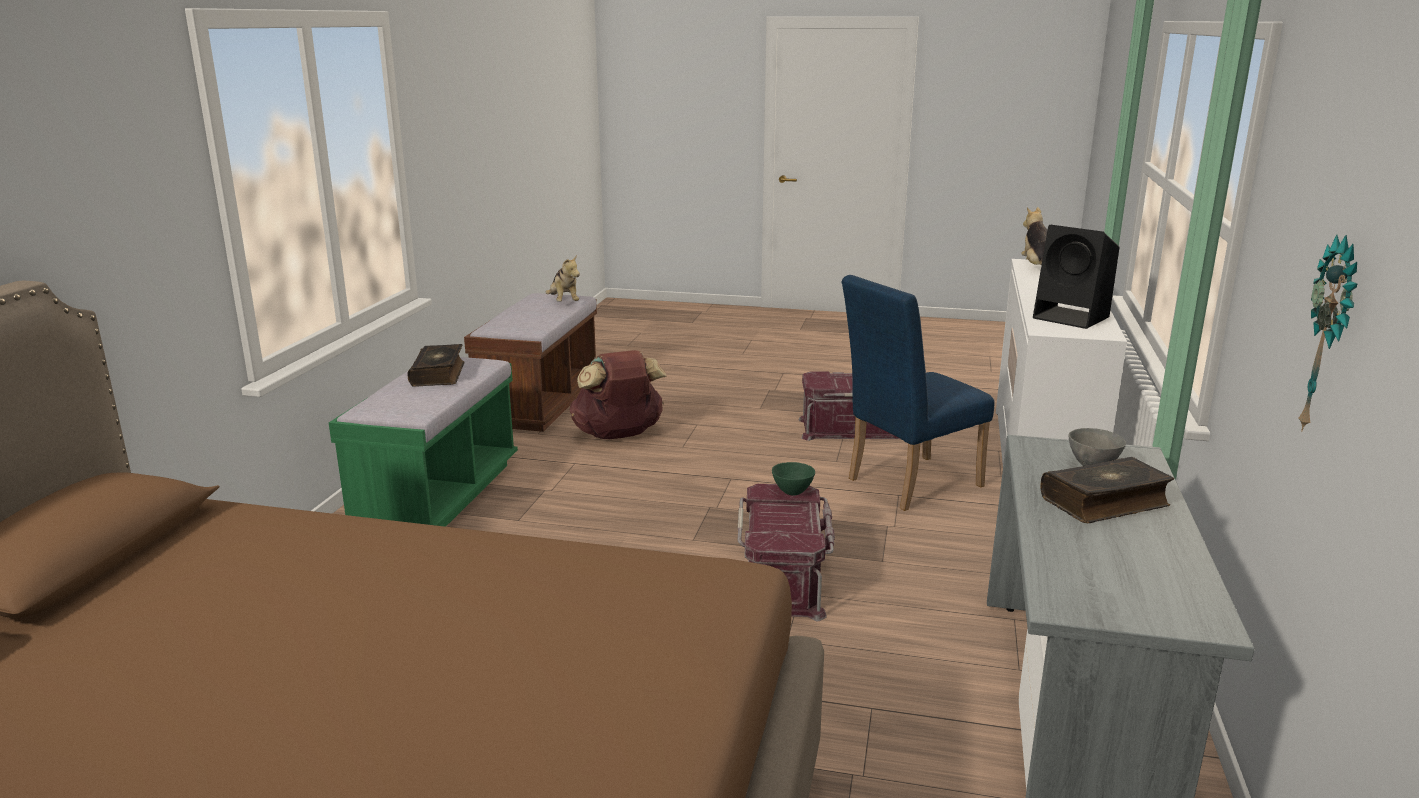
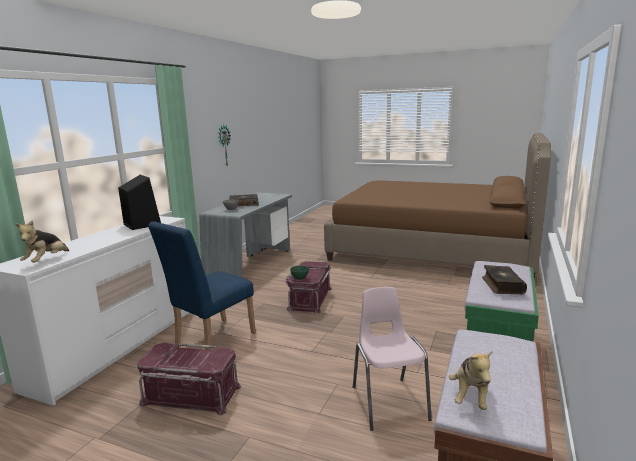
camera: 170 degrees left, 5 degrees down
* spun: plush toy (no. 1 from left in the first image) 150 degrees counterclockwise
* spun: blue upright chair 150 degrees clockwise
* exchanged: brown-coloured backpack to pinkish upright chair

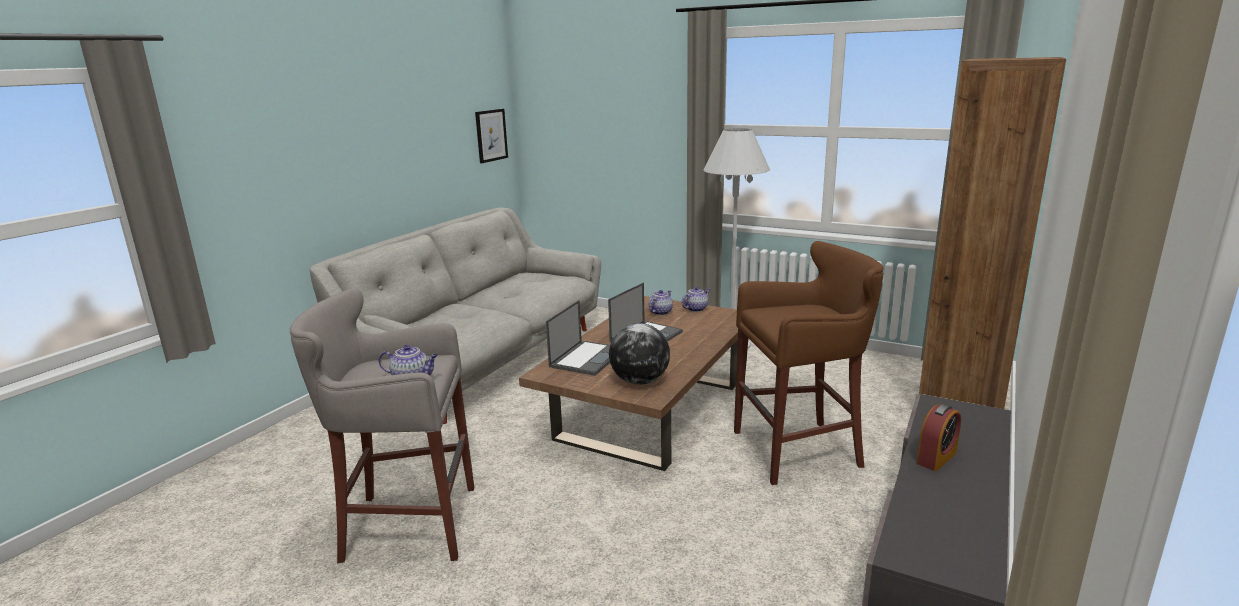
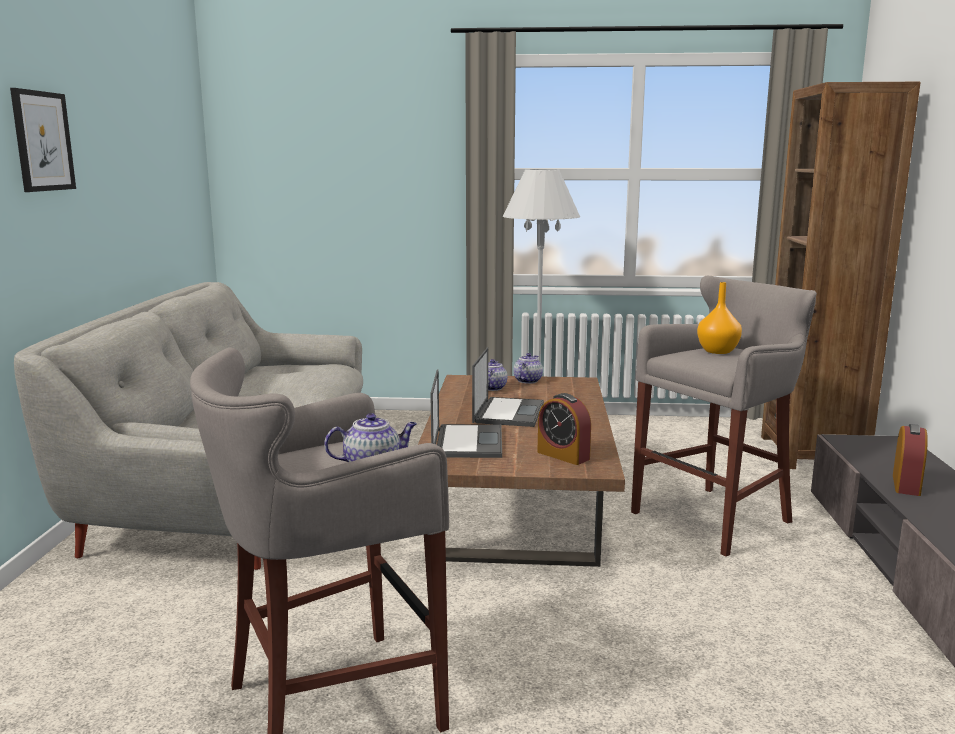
camera: 25 degrees left, 5 degrees down
* relocated: wall picture
* colour: brown-coloured sitting stool to grey sitting stool (no. 2 from left)
* exchanged: desk globe to table clock (no. 1 from left)
* appeared: orange flower vase

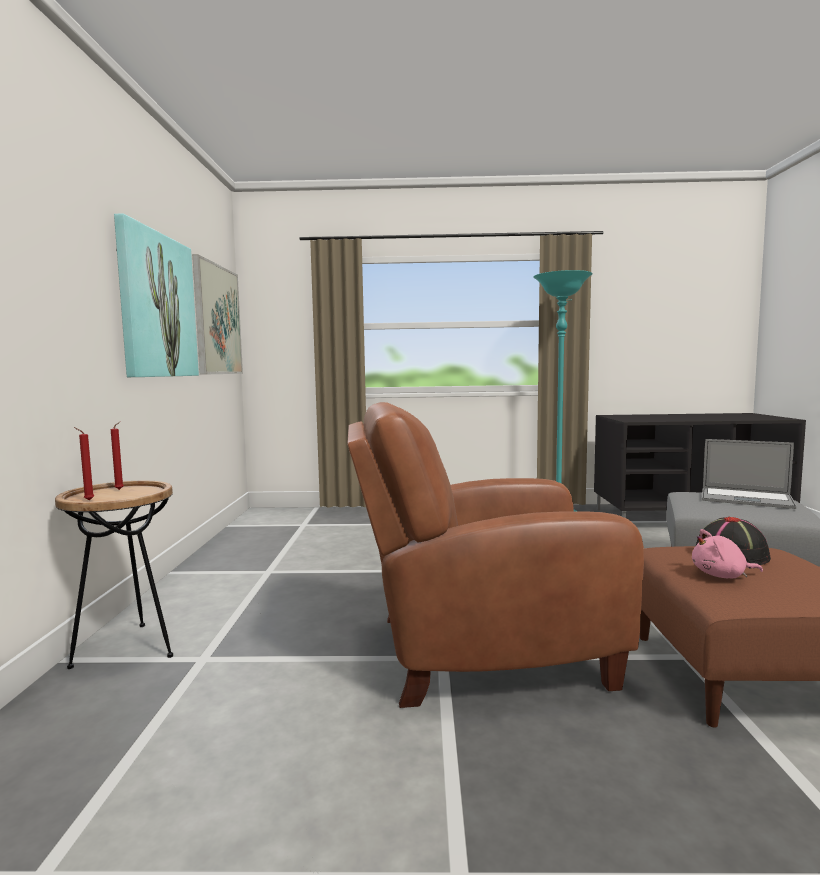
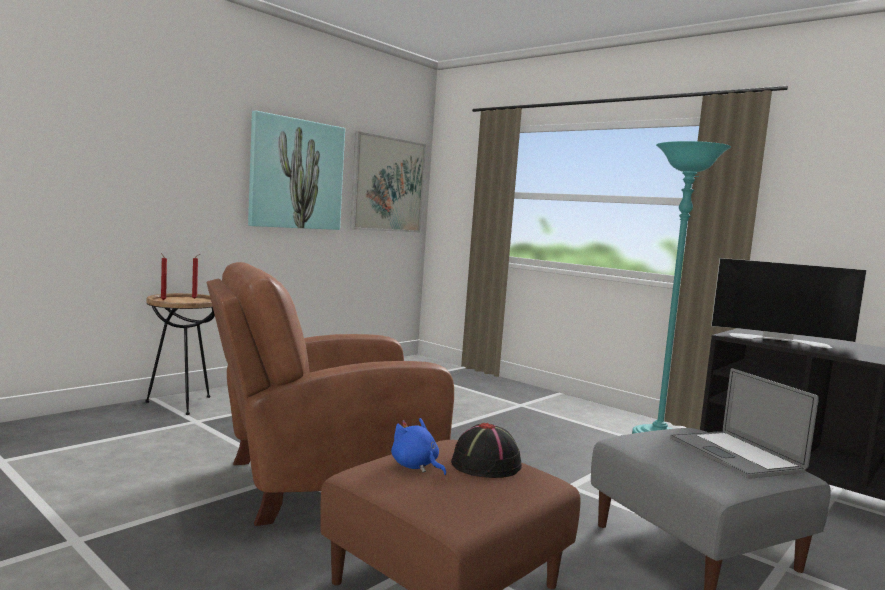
camera: 40 degrees right, 0 degrees up
* spun: brown-coloured armchair 60 degrees counterclockwise
* colour: pinkish plush toy to blue plush toy
* appeared: television

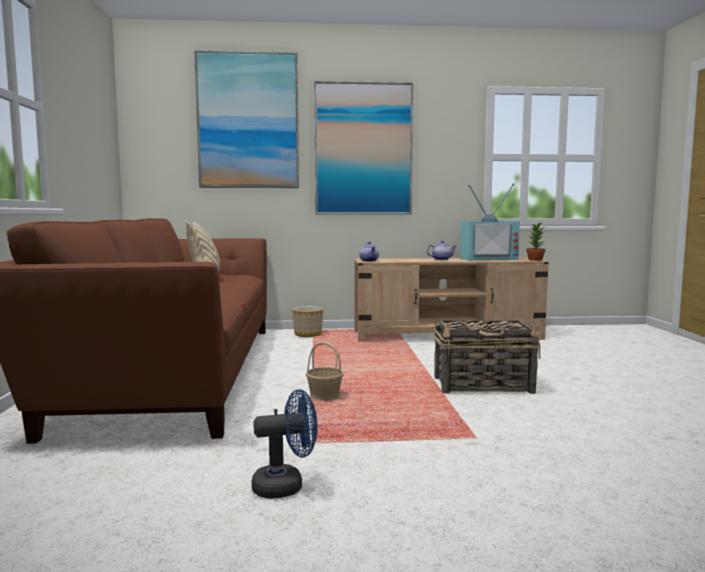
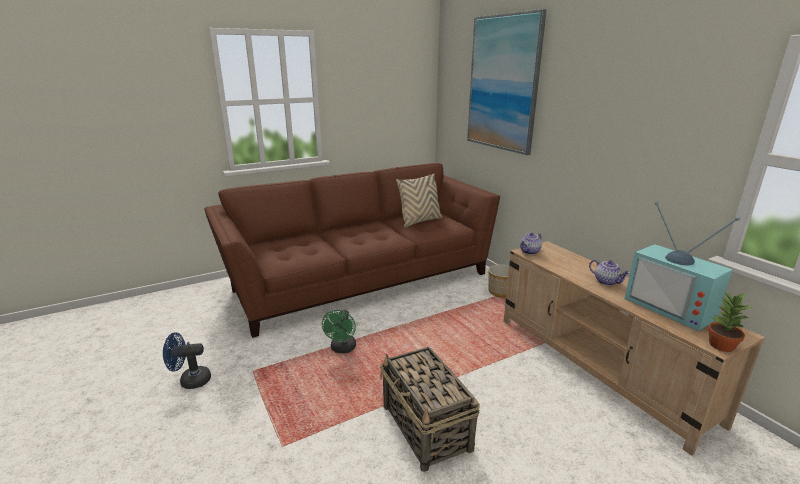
camera: 65 degrees right, 15 degrees up
* missing: wall picture (no. 2 from left)
* exchanged: basket (no. 1 from left) to green-coloured fan
* spun: blue fan 120 degrees clockwise

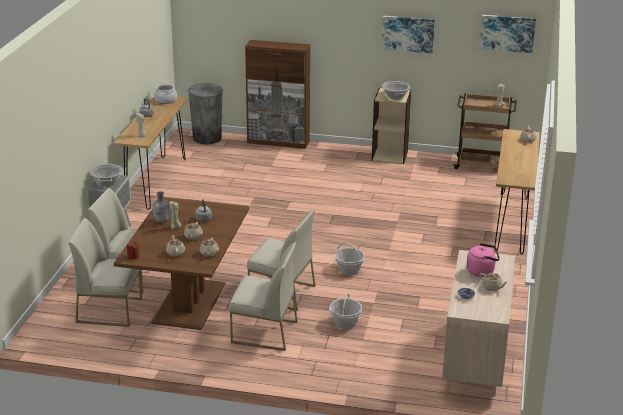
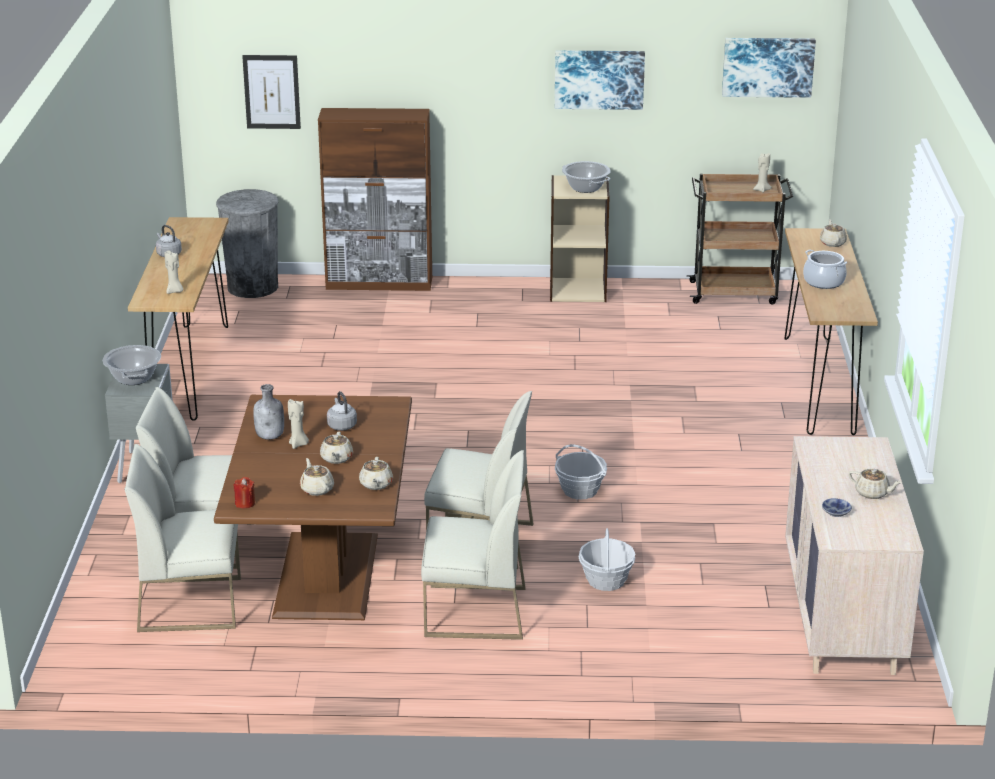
camera: 10 degrees left, 0 degrees up
* relocated: cooking pot (no. 2 from left in the first image) to cooking pot (no. 3 from left)
* missing: pinkish kettle
* appeared: wall picture (no. 1 from left)

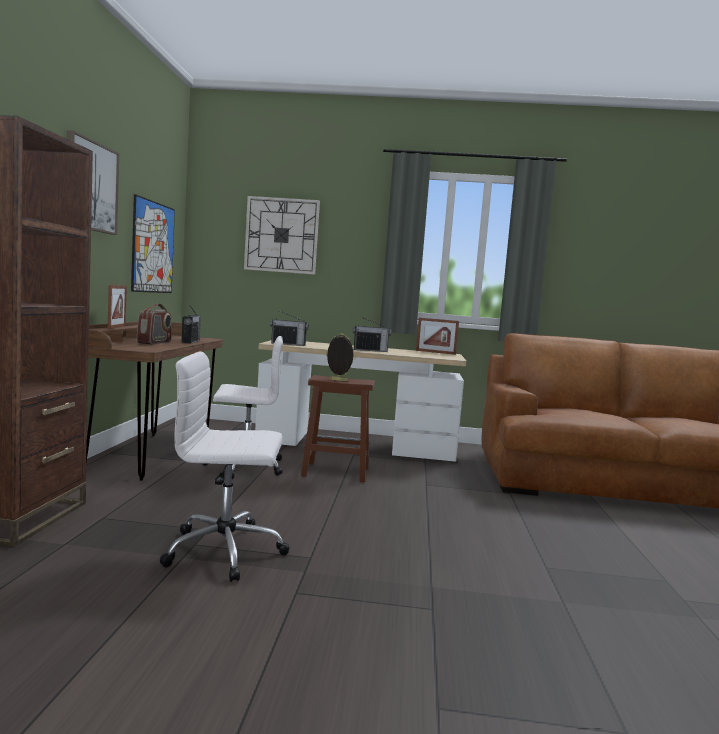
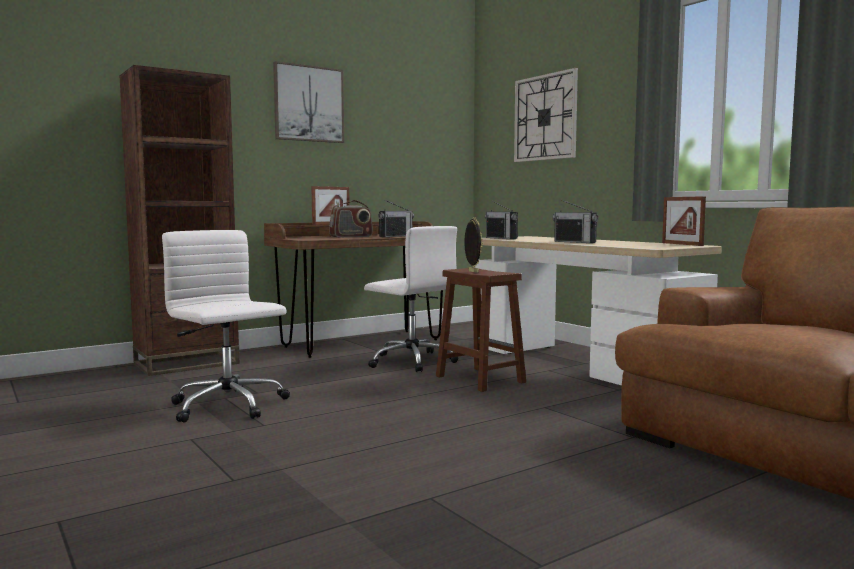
camera: 50 degrees right, 0 degrees up
* missing: wall picture (no. 2 from left)

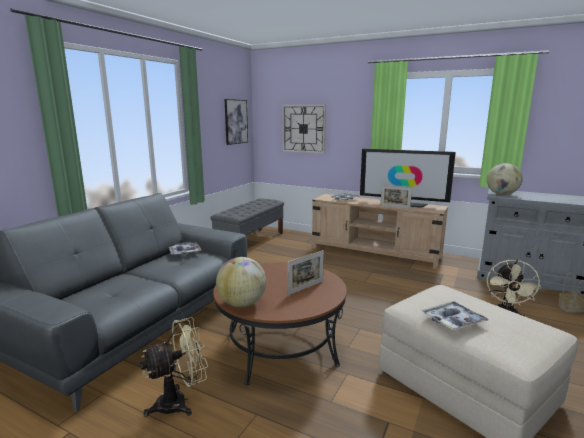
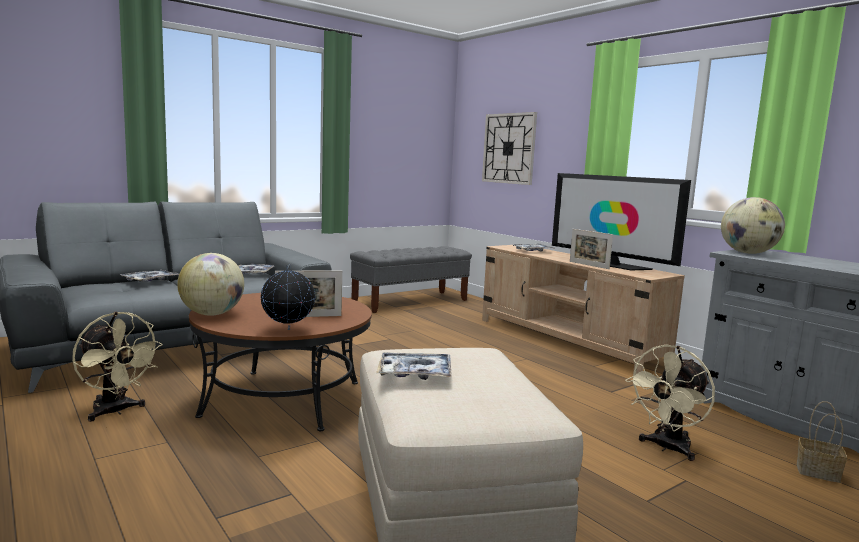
camera: 25 degrees right, 5 degrees down
* missing: wall picture
* spun: beige-coloured fan (no. 1 from left) 45 degrees clockwise
* appeared: desk globe (no. 2 from left)
* appeared: tray (no. 1 from left)

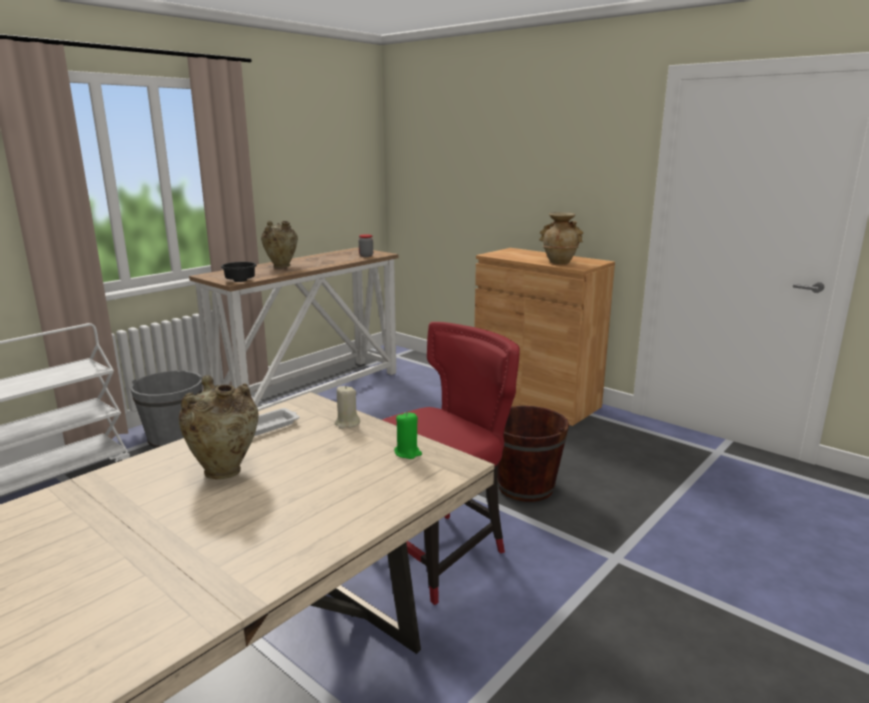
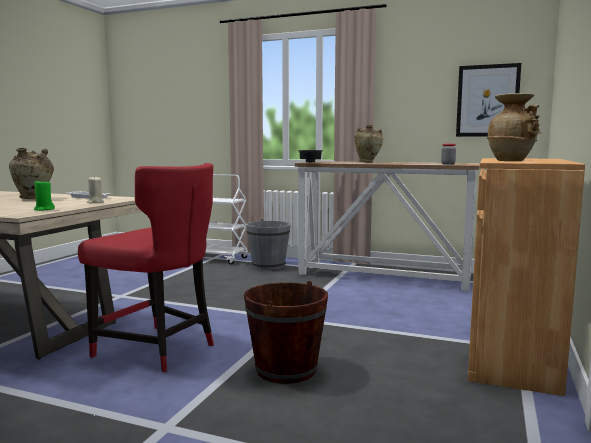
camera: 70 degrees right, 10 degrees down
* appeared: wall picture

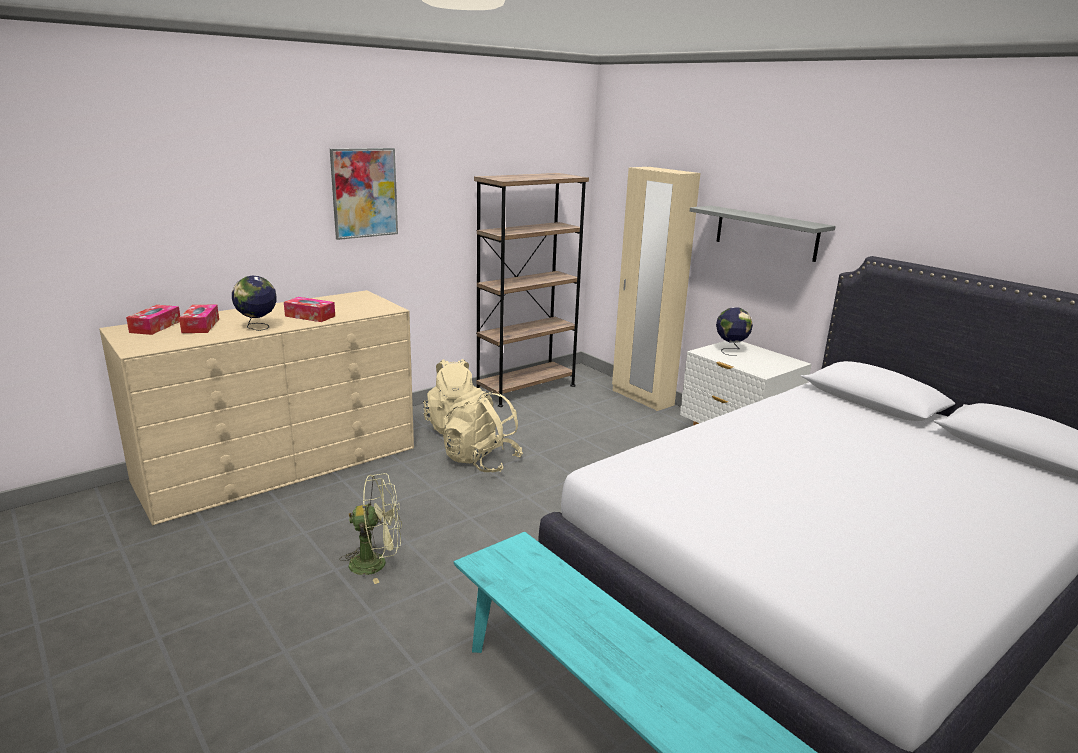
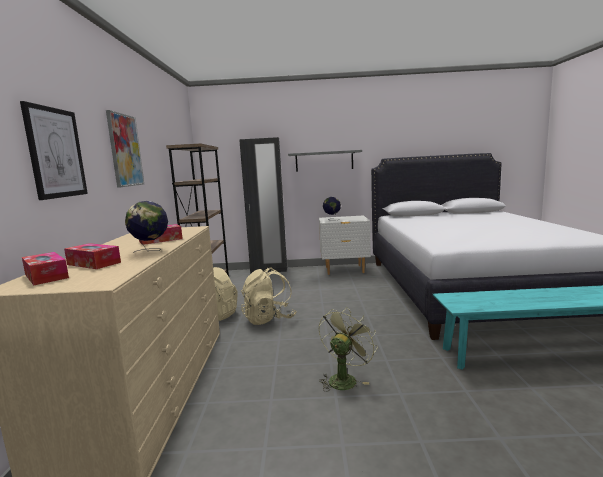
camera: 50 degrees left, 10 degrees down
* colour: beige-coloured armoire to black-coloured armoire
* appeared: wall picture (no. 1 from left)

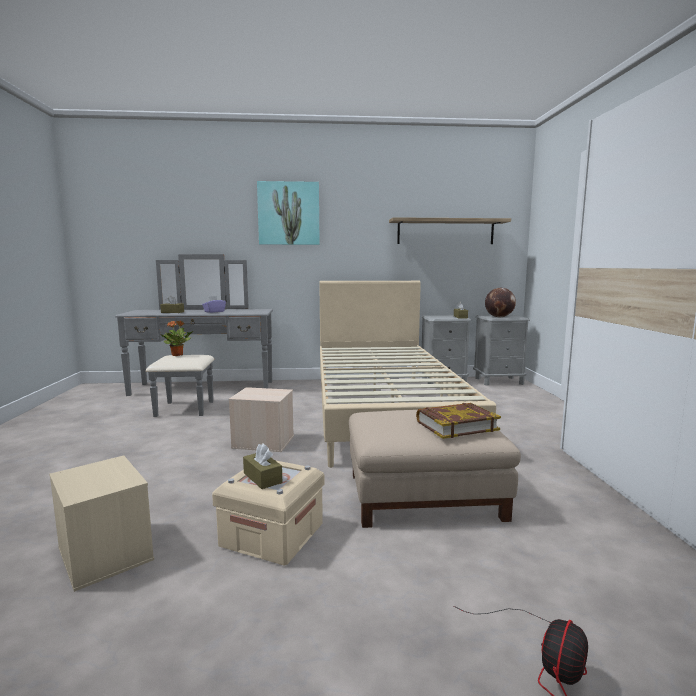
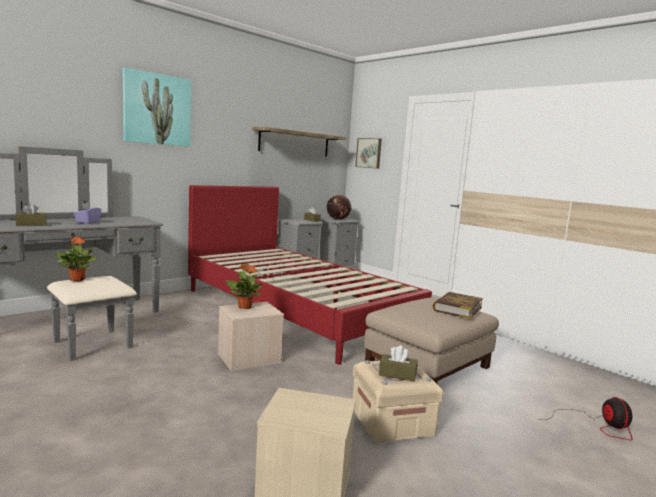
camera: 40 degrees left, 0 degrees up
* colour: beige-coloured bed to reddish bed
* appeared: wall picture (no. 2 from left)
* appeared: potted plant (no. 2 from left)

